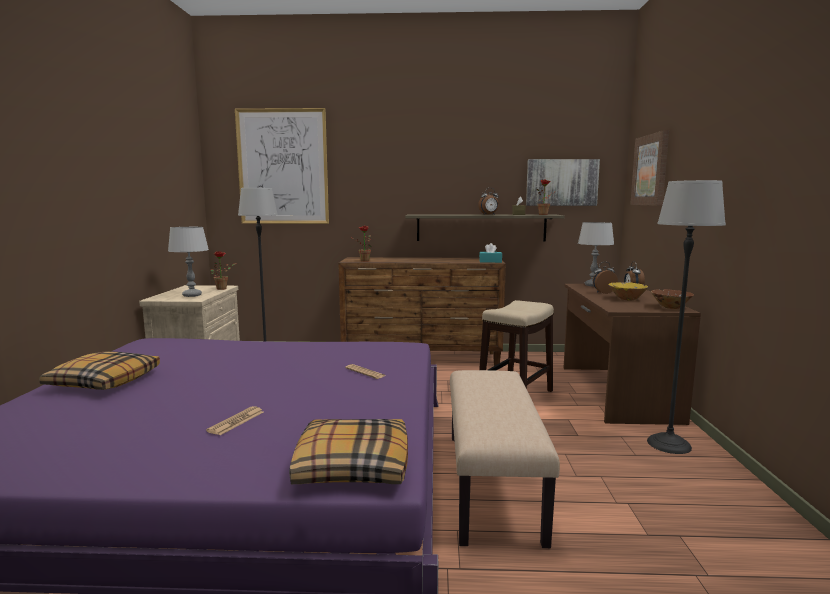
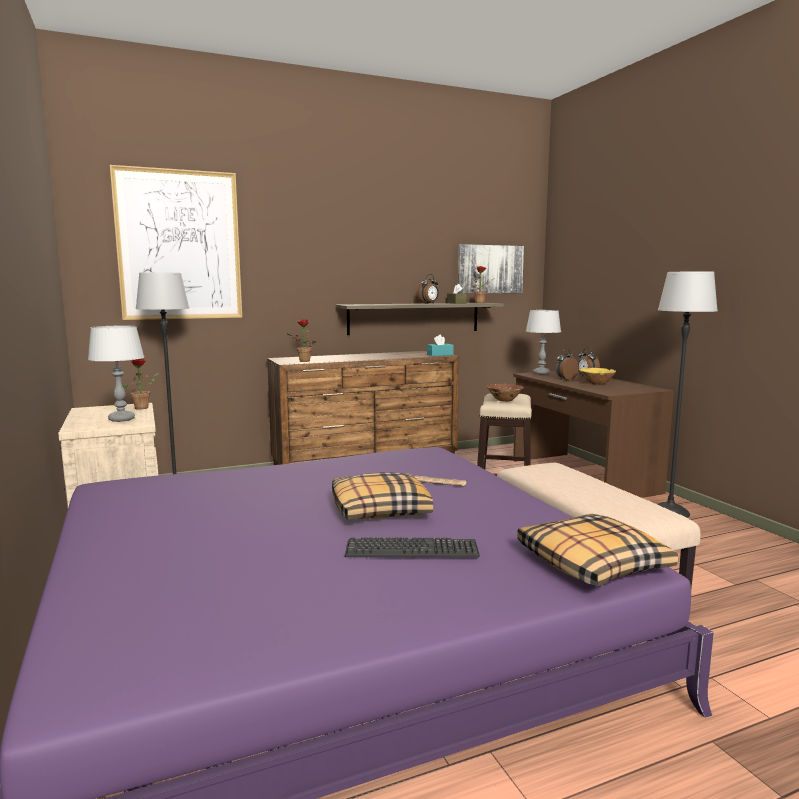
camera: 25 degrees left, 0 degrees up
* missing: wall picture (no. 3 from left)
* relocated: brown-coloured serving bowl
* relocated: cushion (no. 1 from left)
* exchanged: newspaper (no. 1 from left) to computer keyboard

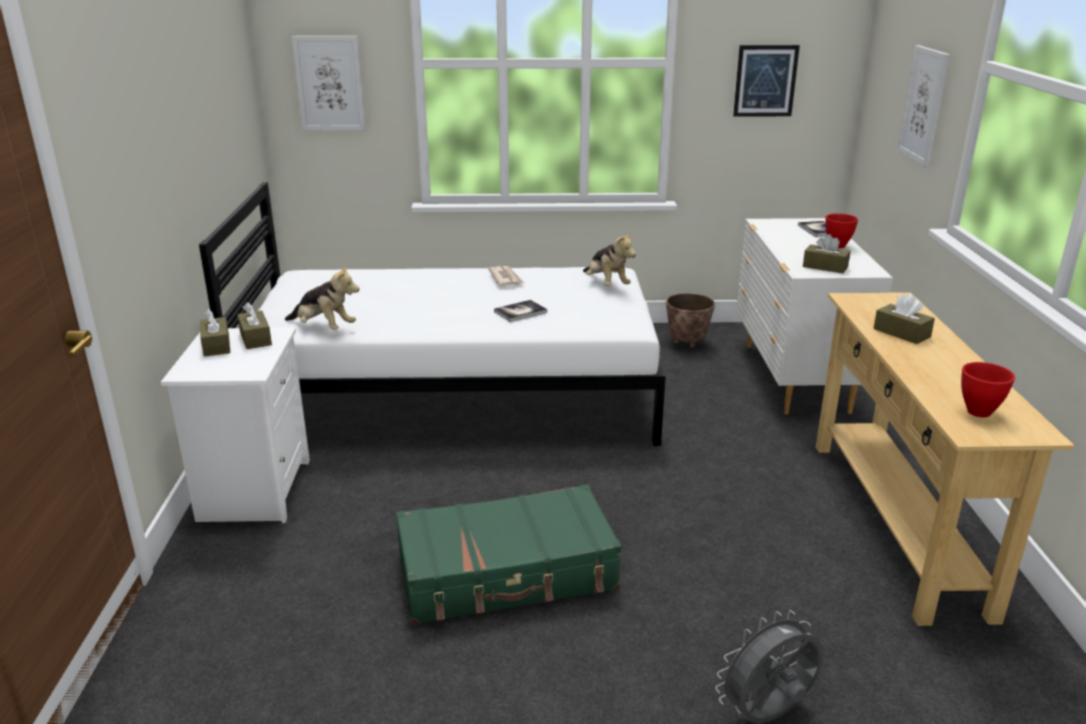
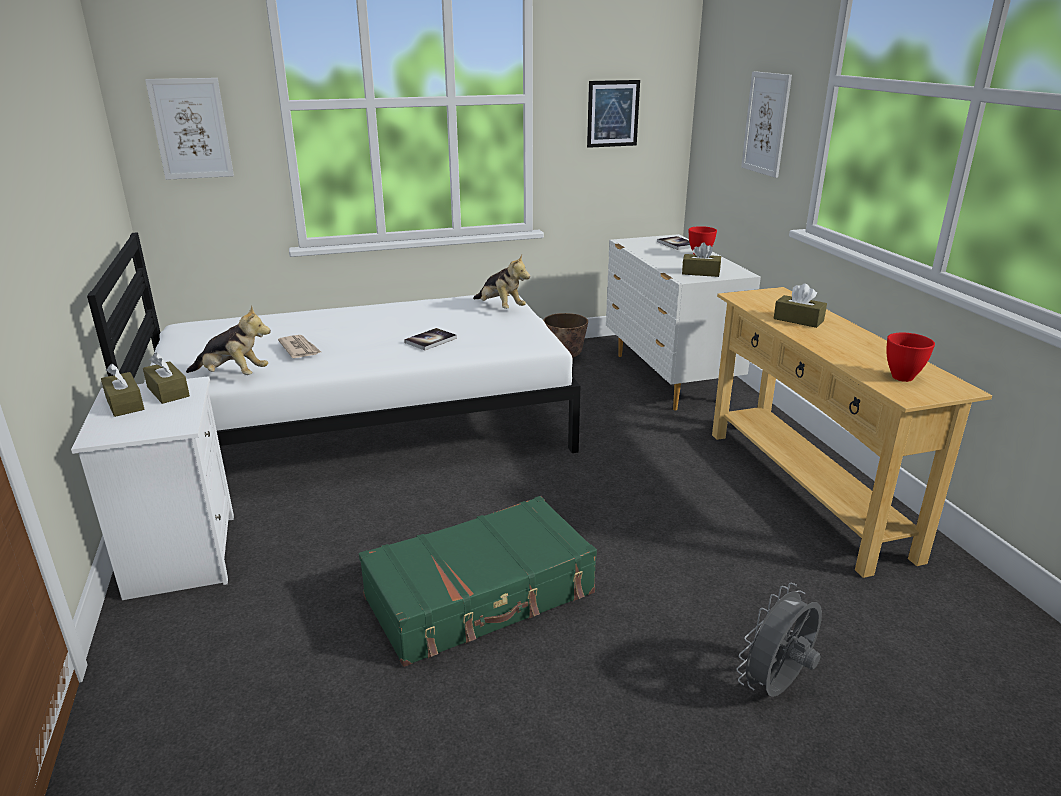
camera: 15 degrees left, 0 degrees up
* relocated: newspaper

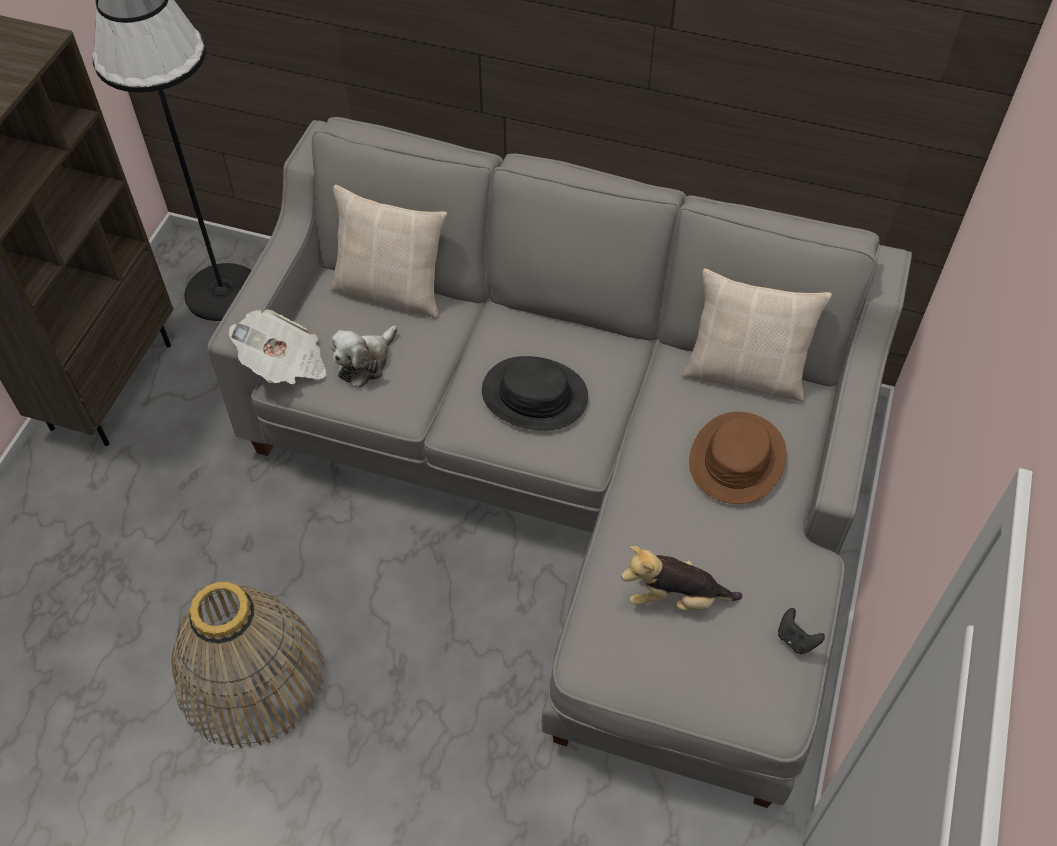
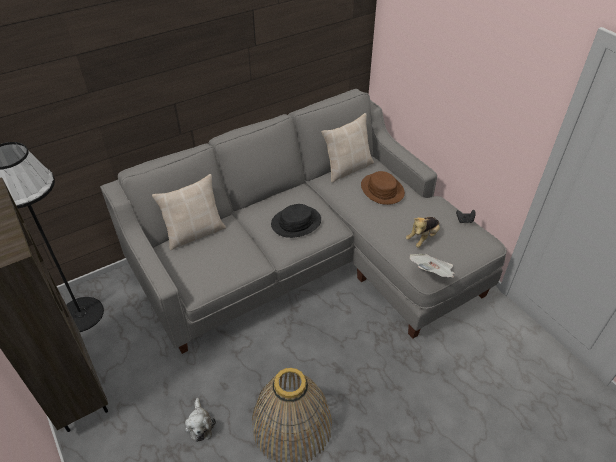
camera: 50 degrees left, 10 degrees down
* relocated: newspaper
* relocated: plush toy (no. 1 from left)

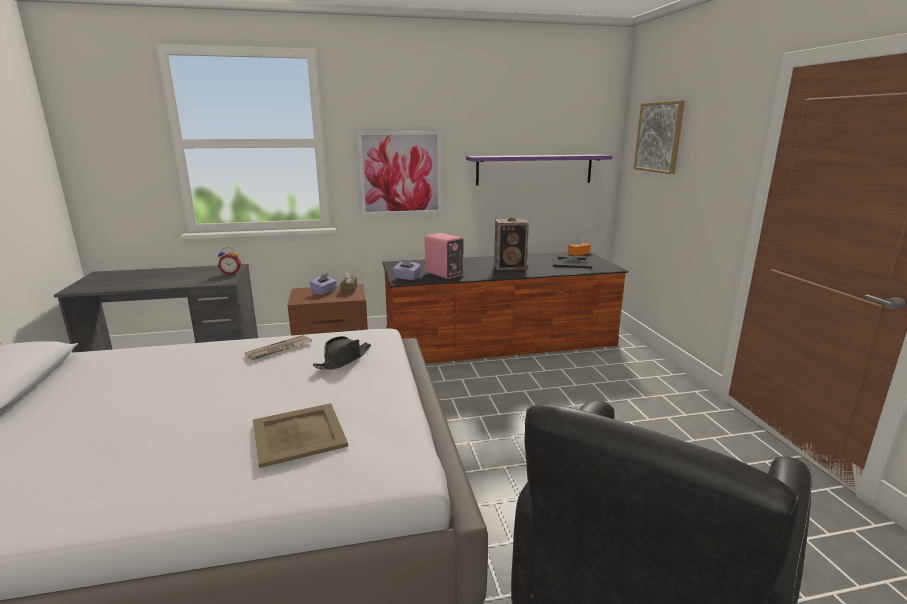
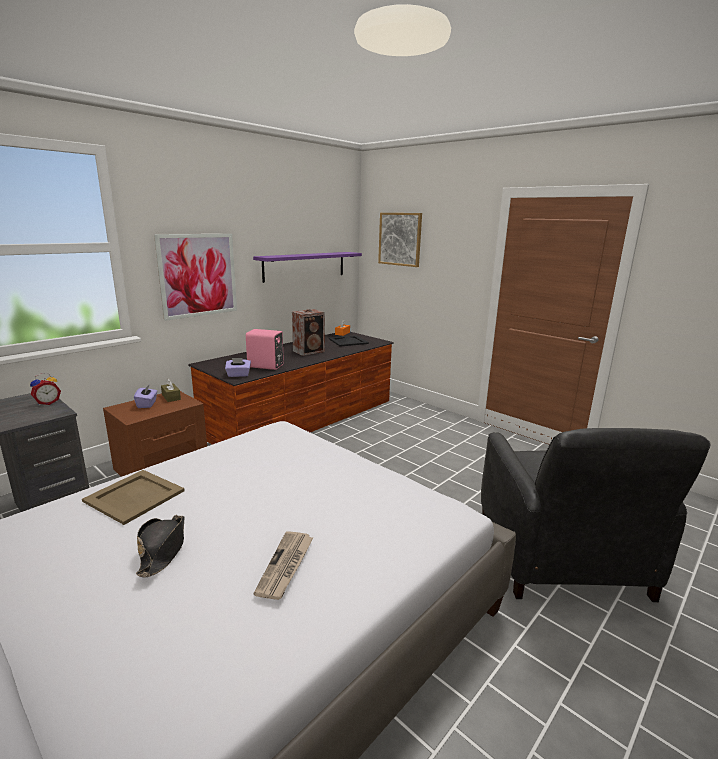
camera: 35 degrees left, 0 degrees up
* relocated: newspaper
* relocated: black-coloured hat
* relocated: beige-coloured tray

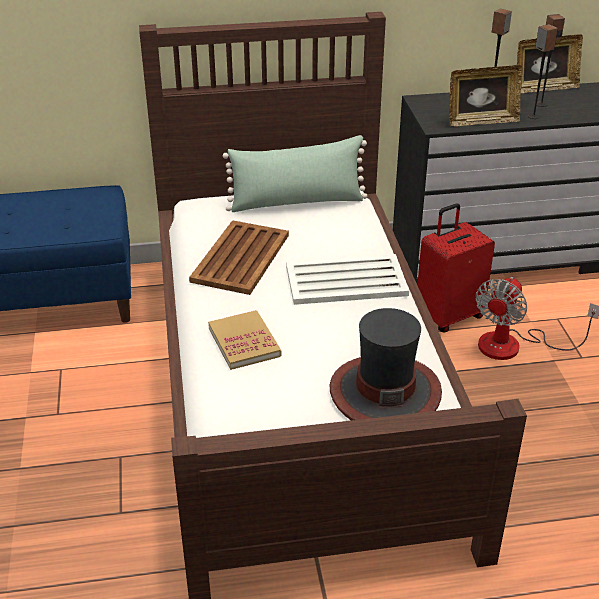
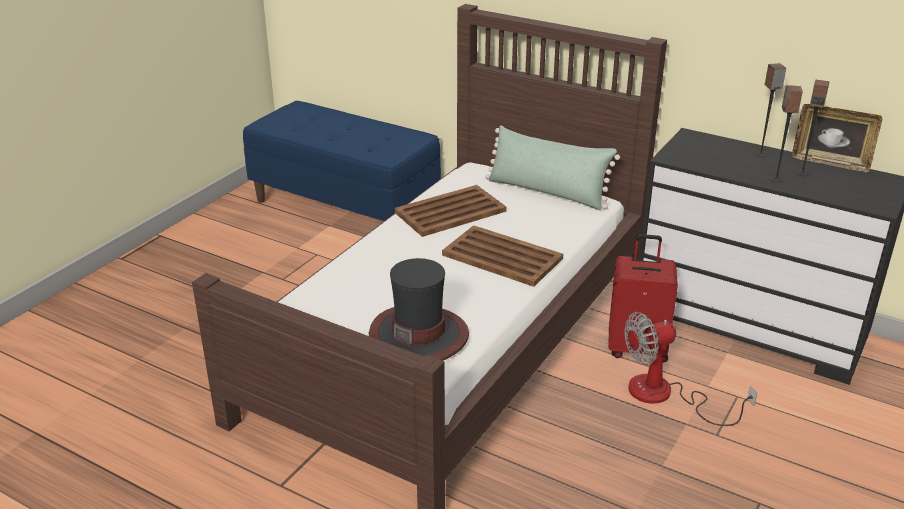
camera: 40 degrees right, 5 degrees down
* missing: standing frame (no. 1 from left)
* colour: white-coloured tray to brown-coloured tray (no. 2 from left)
* missing: volume

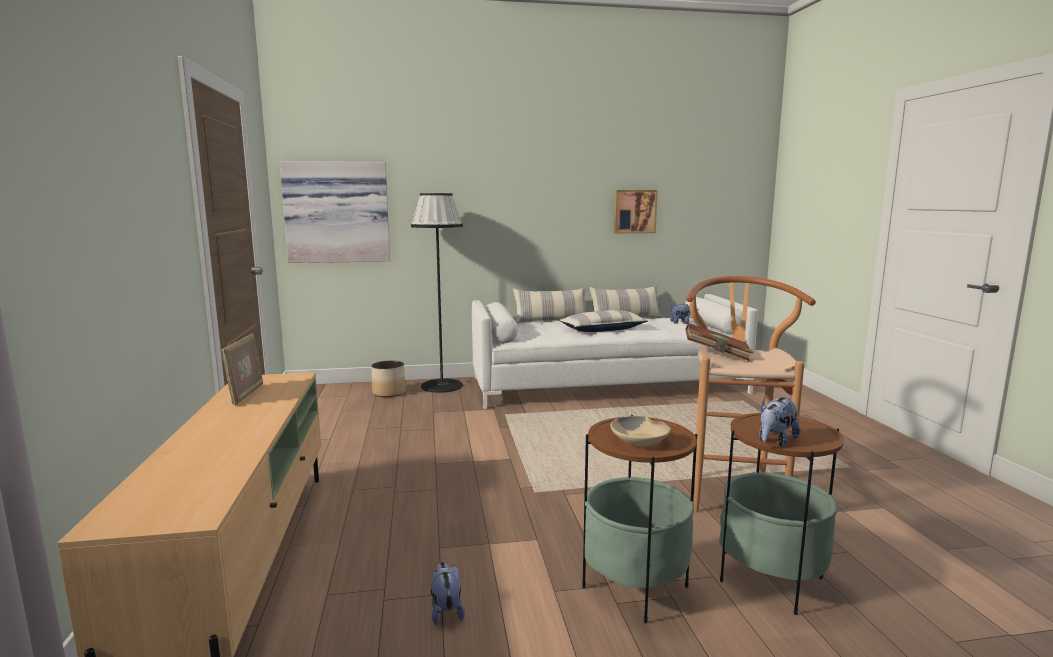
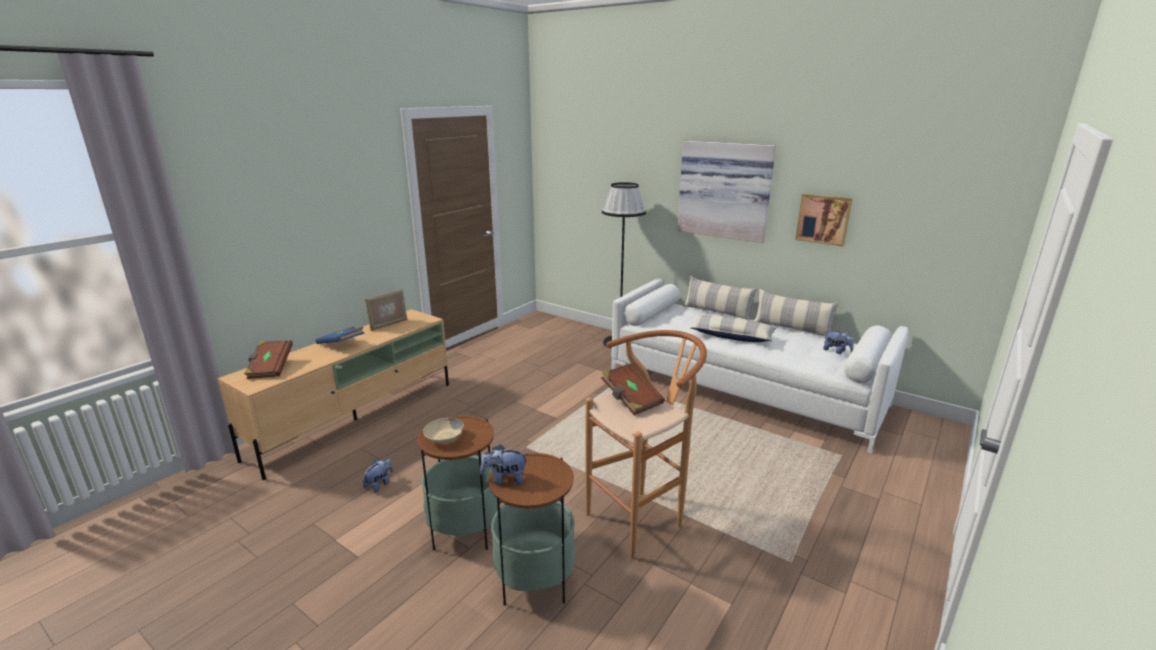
camera: 45 degrees right, 10 degrees up
* relocated: wall picture (no. 1 from left)
* missing: planter
* appeared: blue volume
* appeared: brown-coloured volume (no. 1 from left)

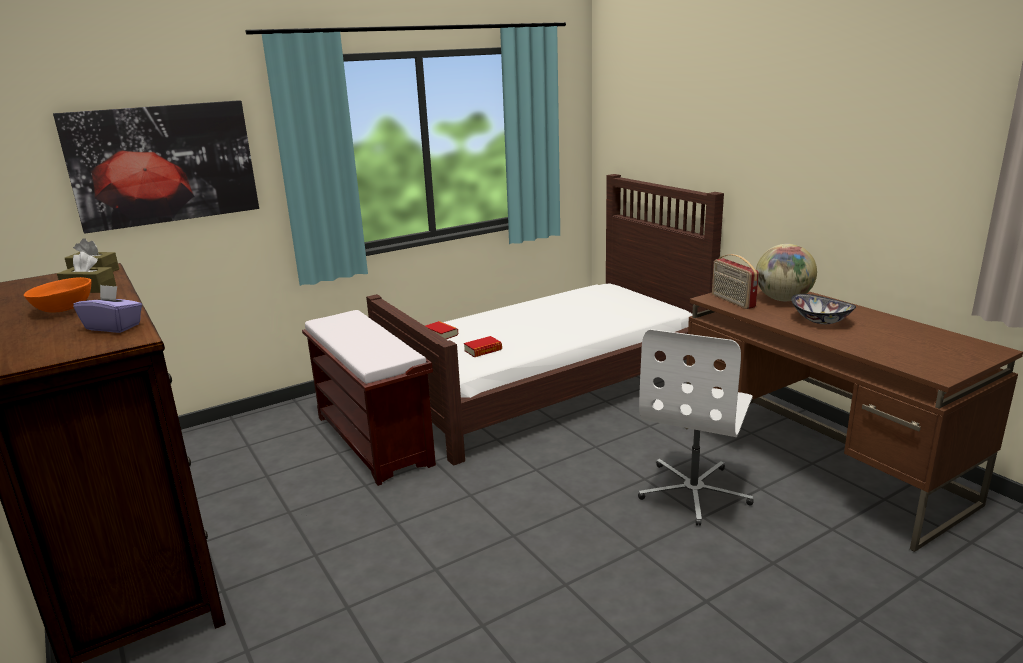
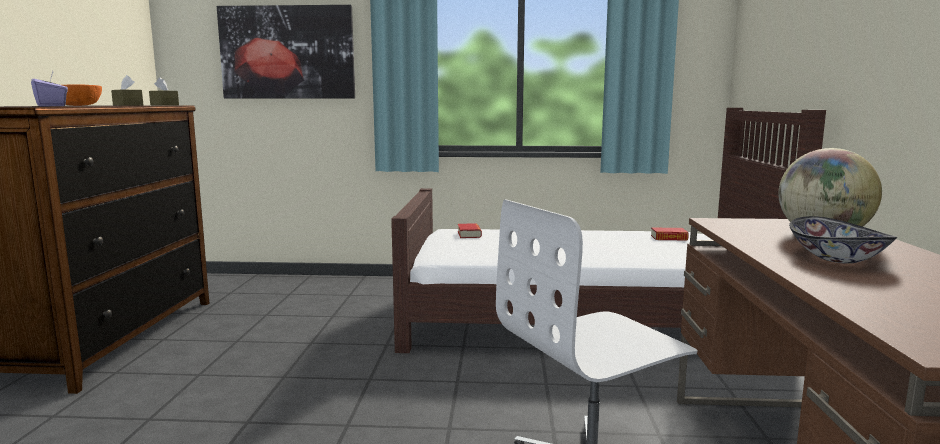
camera: 35 degrees right, 10 degrees down
* missing: radio set
* missing: brown-coloured long seat
* relocated: volume (no. 2 from left)

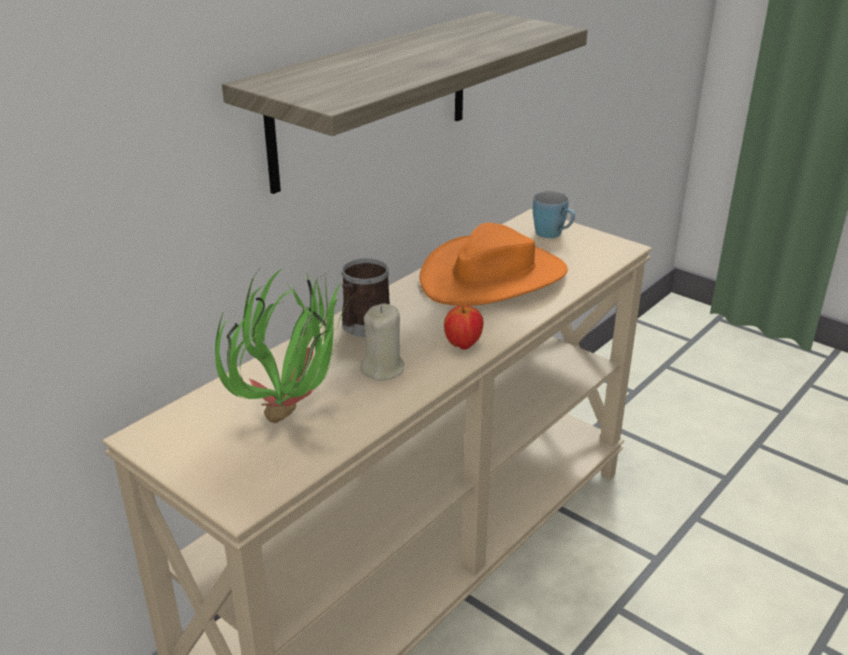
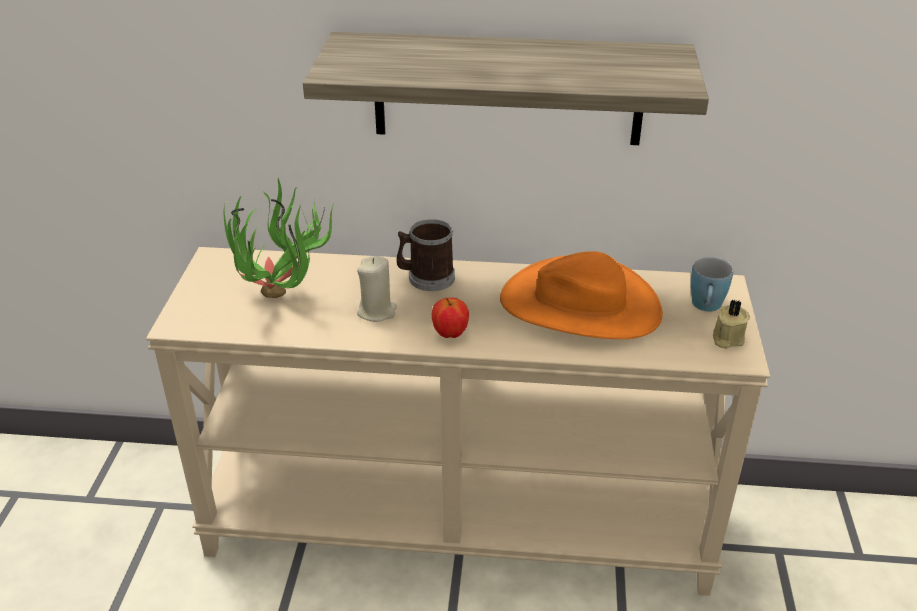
camera: 55 degrees right, 5 degrees up
* appeared: beige-coloured candle (no. 2 from left)

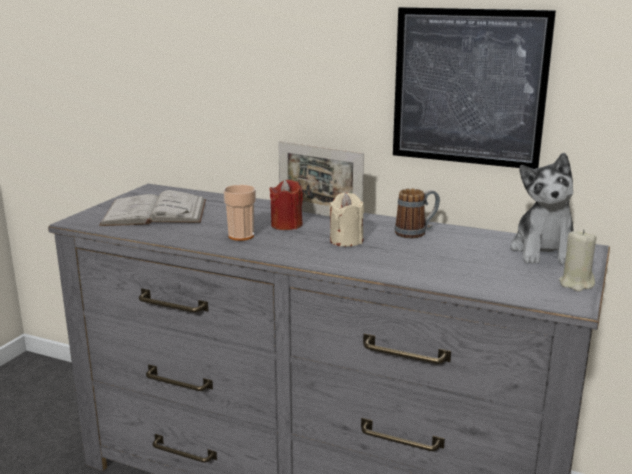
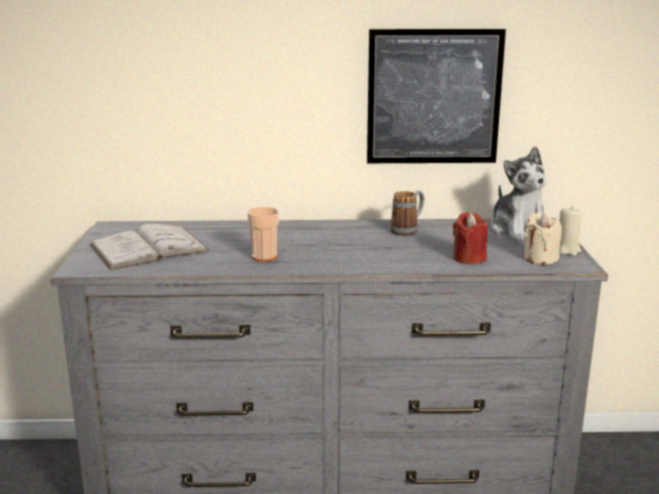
camera: 25 degrees left, 0 degrees up
* missing: standing frame
* relocated: reddish candle
* relocated: beige-coloured candle (no. 1 from left)

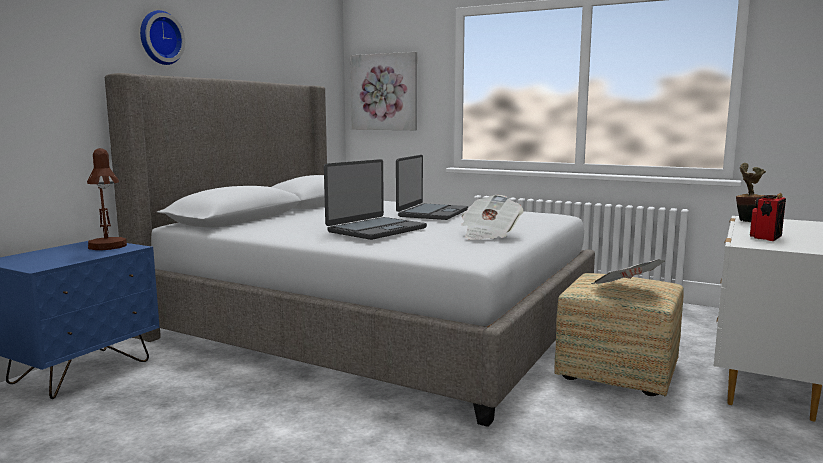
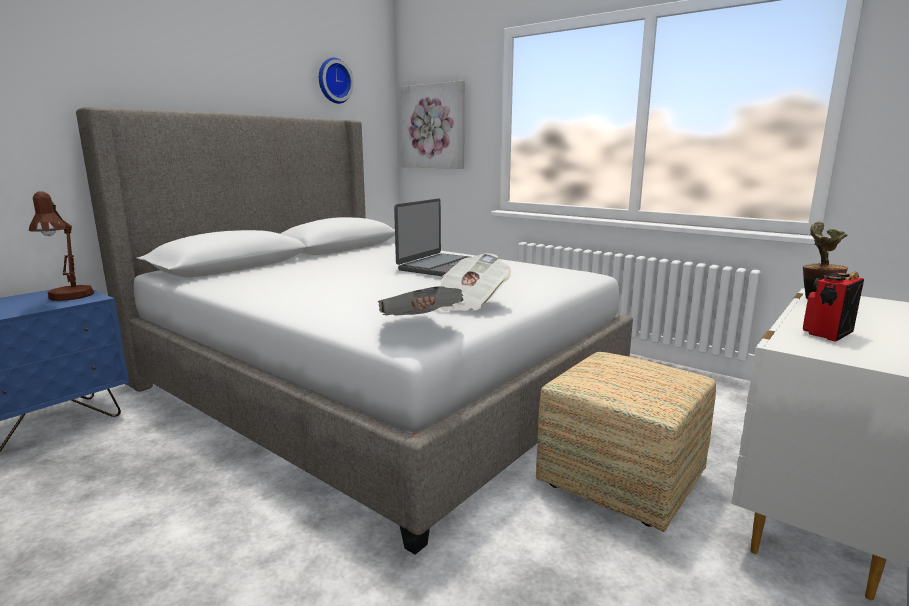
camera: 10 degrees right, 5 degrees up
* relocated: wall clock
* missing: notebook computer (no. 1 from left)
* relocated: newspaper (no. 2 from left in the first image) to newspaper (no. 1 from left)

